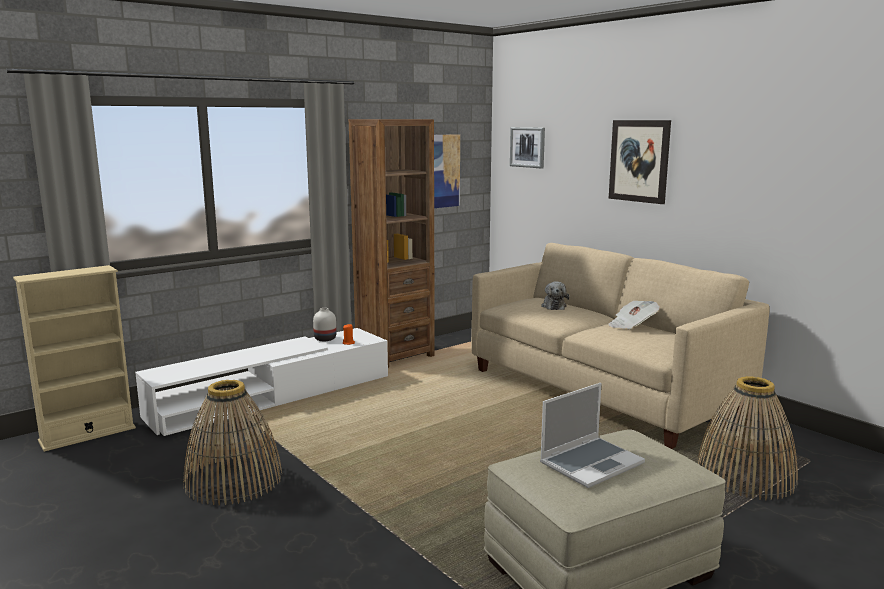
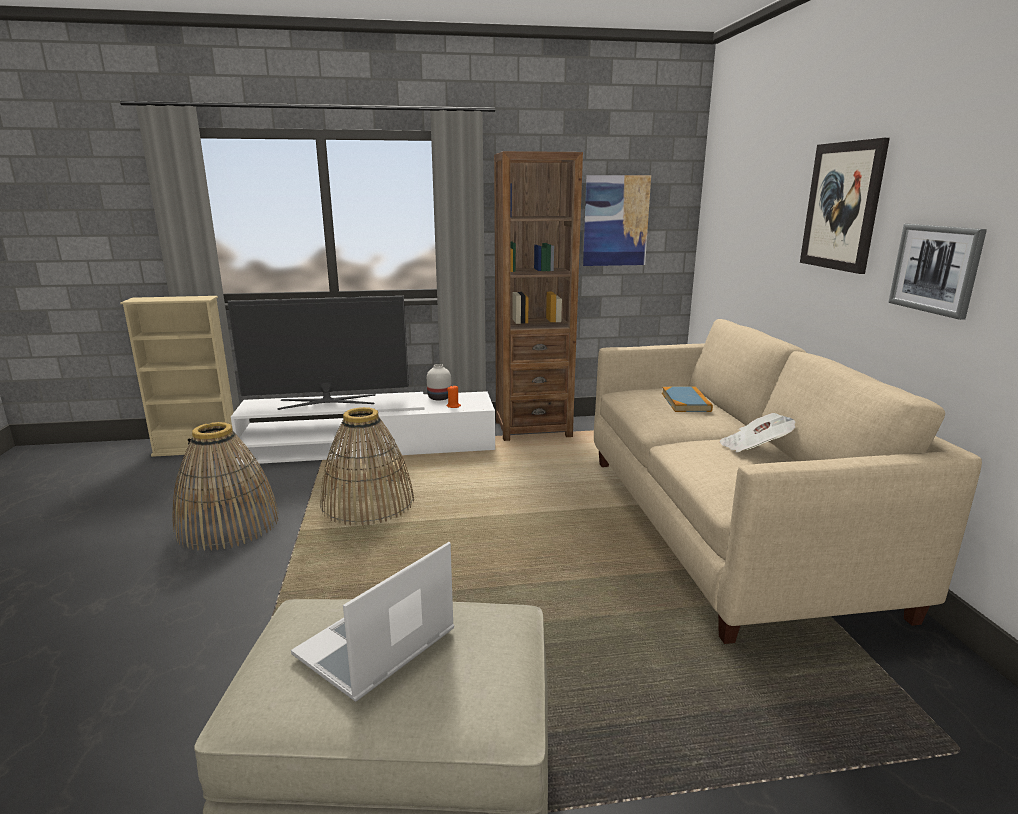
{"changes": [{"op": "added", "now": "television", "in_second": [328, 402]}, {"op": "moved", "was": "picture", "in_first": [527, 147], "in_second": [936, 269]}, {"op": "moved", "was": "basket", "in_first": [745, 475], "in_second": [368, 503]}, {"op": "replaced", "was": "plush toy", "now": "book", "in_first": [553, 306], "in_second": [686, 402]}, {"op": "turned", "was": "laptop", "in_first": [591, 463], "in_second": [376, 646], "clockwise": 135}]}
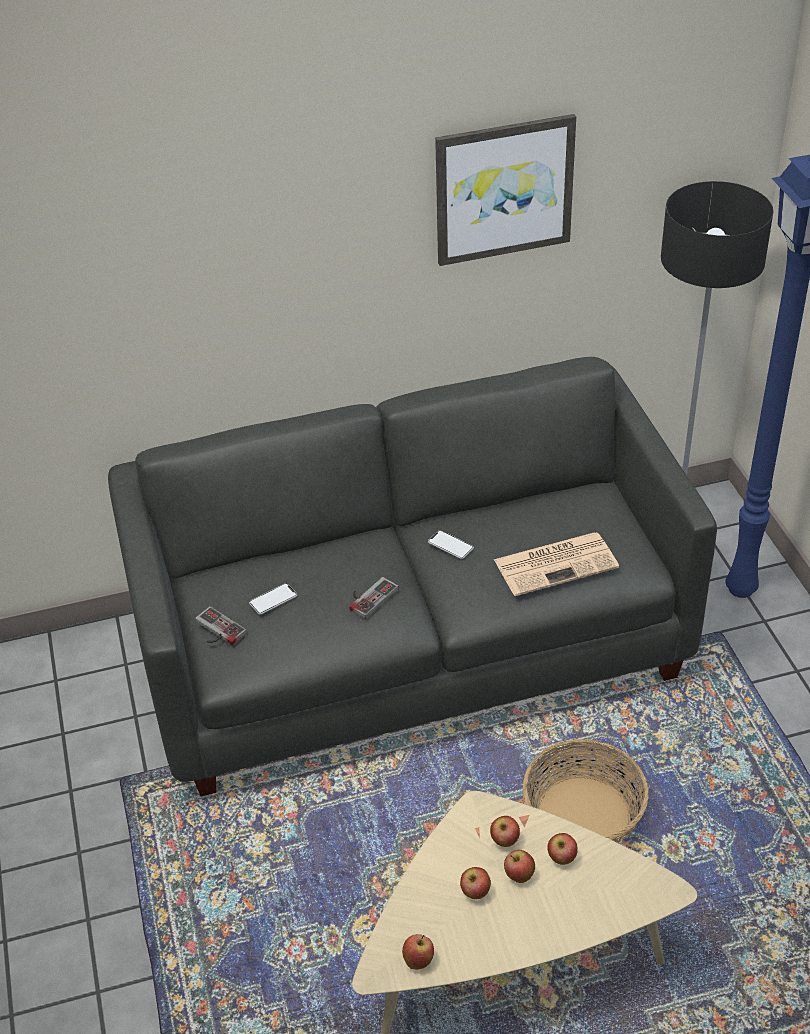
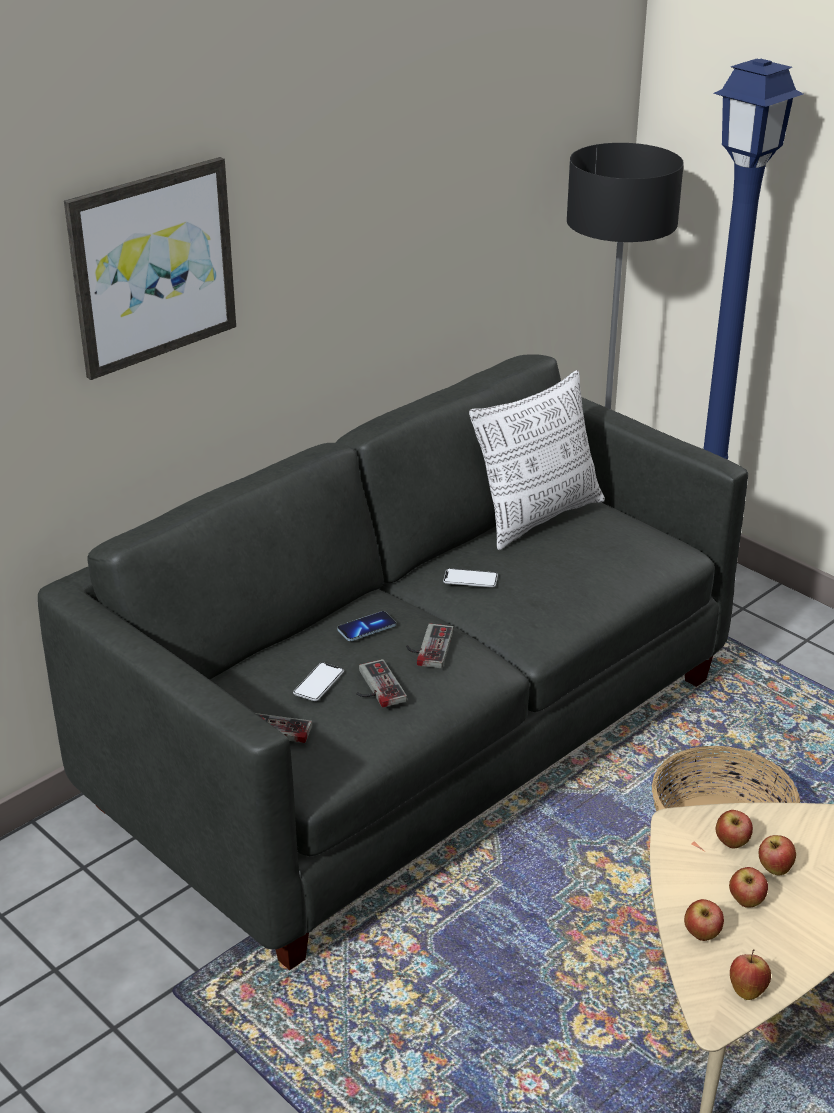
{"changes": [{"op": "removed", "was": "newspaper", "in_first": [557, 563]}, {"op": "added", "now": "phone", "in_second": [367, 628]}, {"op": "added", "now": "game controller", "in_second": [375, 687]}, {"op": "added", "now": "pillow", "in_second": [537, 517]}, {"op": "moved", "was": "picture", "in_first": [503, 189], "in_second": [151, 266]}, {"op": "moved", "was": "apple", "in_first": [561, 858], "in_second": [702, 935]}]}
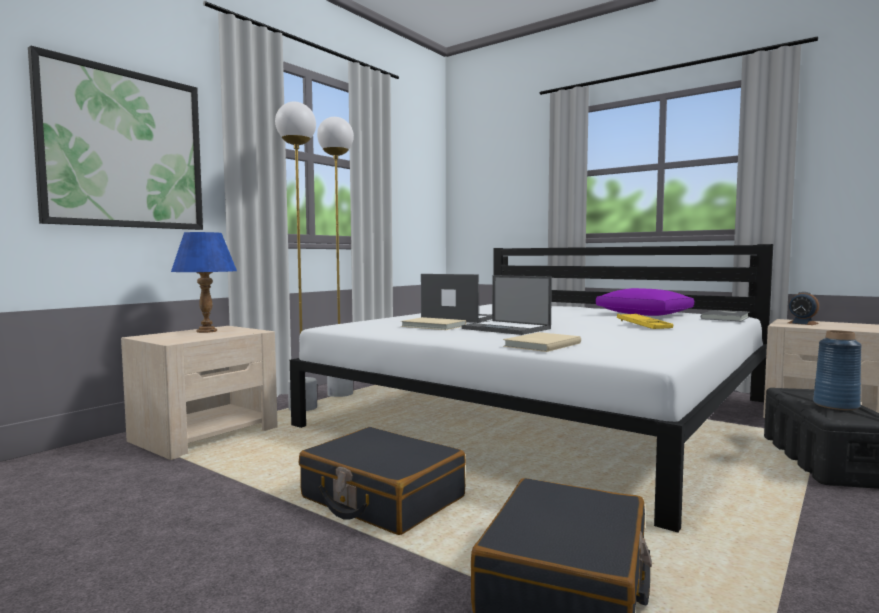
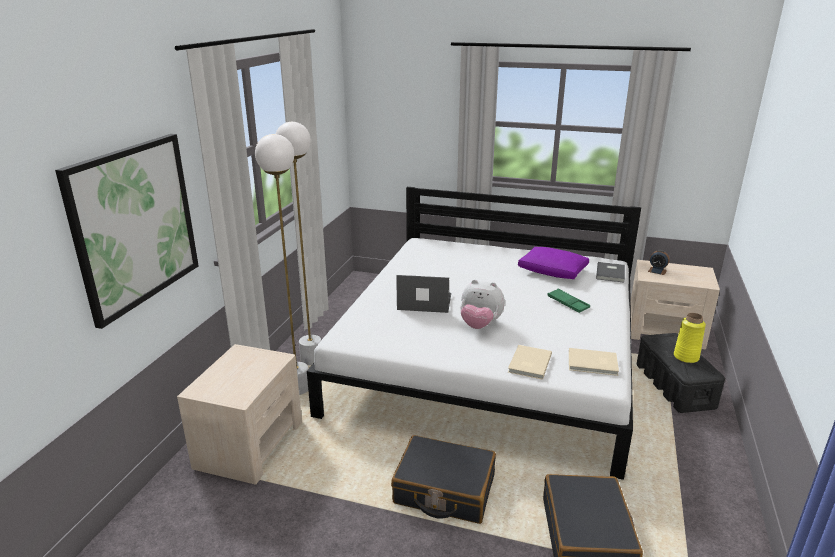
{"changes": [{"op": "removed", "was": "blue table lamp", "in_first": [207, 331]}, {"op": "moved", "was": "beige book", "in_first": [433, 326], "in_second": [593, 364]}, {"op": "replaced", "was": "laptop", "now": "plush toy", "in_first": [507, 329], "in_second": [480, 325]}, {"op": "recoloured", "was": "yellow tray", "now": "green tray", "in_first": [643, 326], "in_second": [568, 303]}, {"op": "recoloured", "was": "blue vase", "now": "yellow vase", "in_first": [836, 405], "in_second": [686, 357]}]}
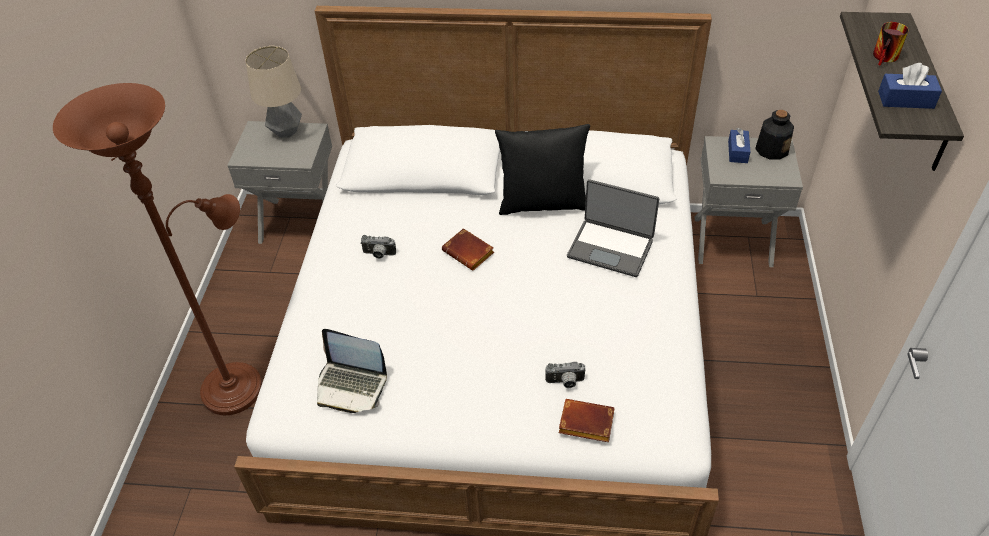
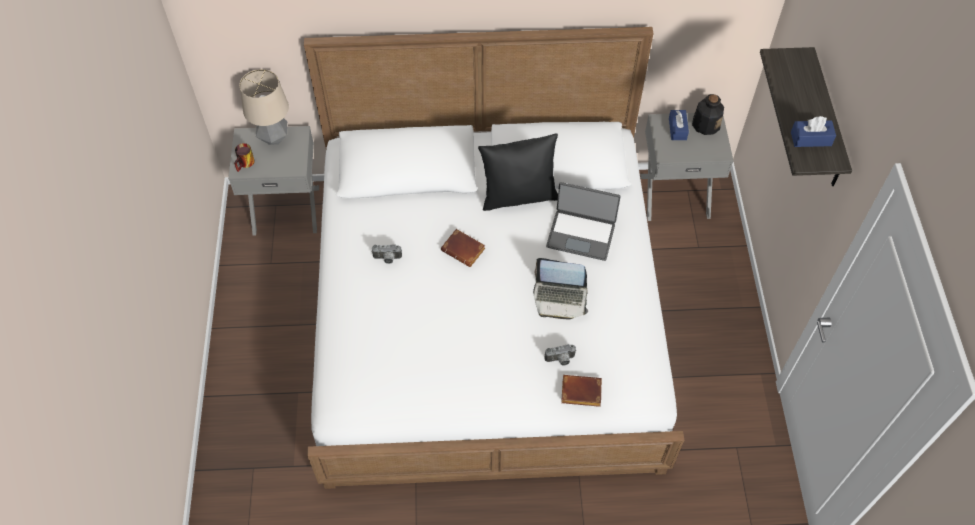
{"changes": [{"op": "removed", "was": "brown floor lamp", "in_first": [238, 384]}, {"op": "moved", "was": "laptop", "in_first": [351, 385], "in_second": [560, 298]}, {"op": "moved", "was": "mug", "in_first": [886, 58], "in_second": [246, 164]}]}
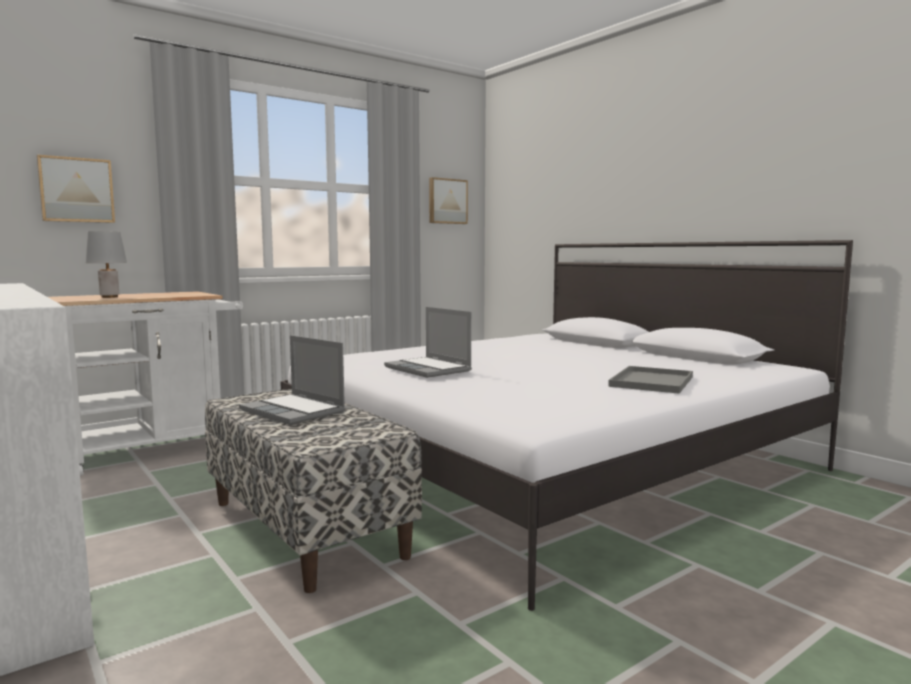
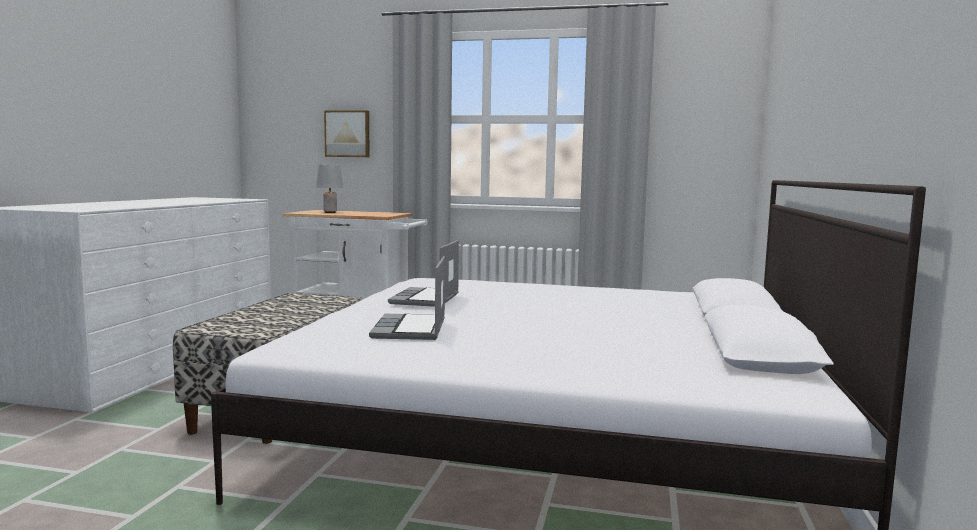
{"changes": [{"op": "removed", "was": "picture", "in_first": [447, 201]}, {"op": "removed", "was": "grey tray", "in_first": [652, 382]}, {"op": "moved", "was": "laptop", "in_first": [294, 411], "in_second": [411, 329]}]}
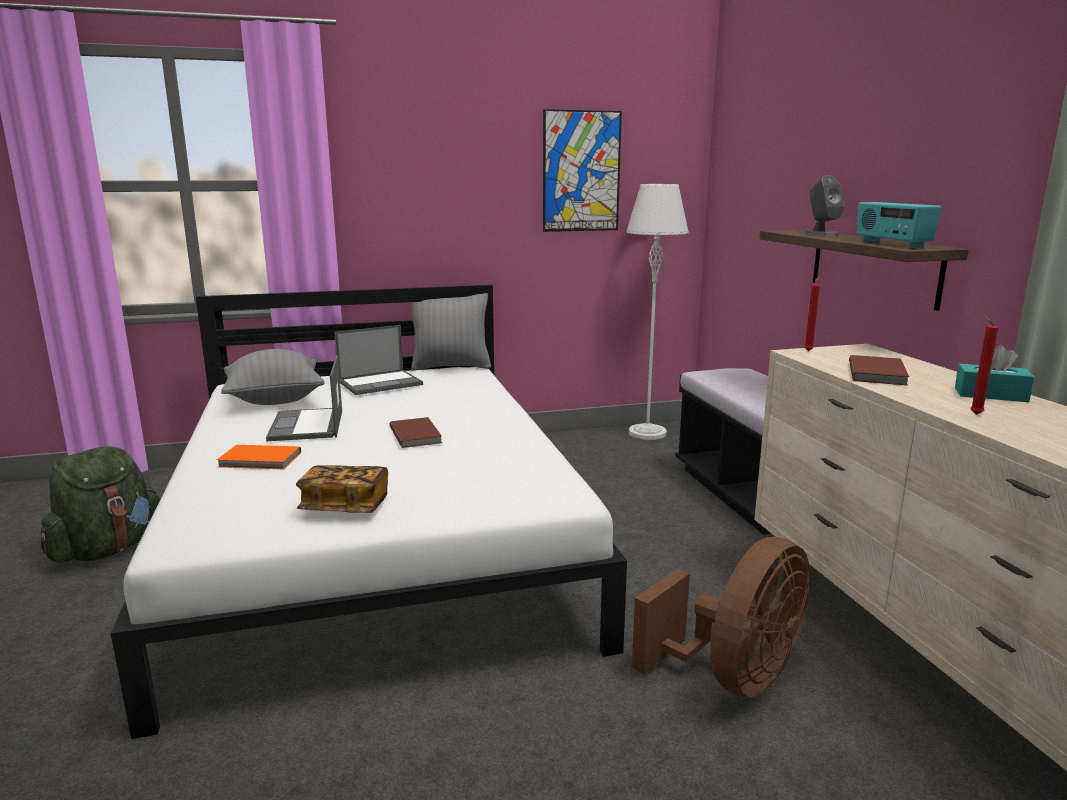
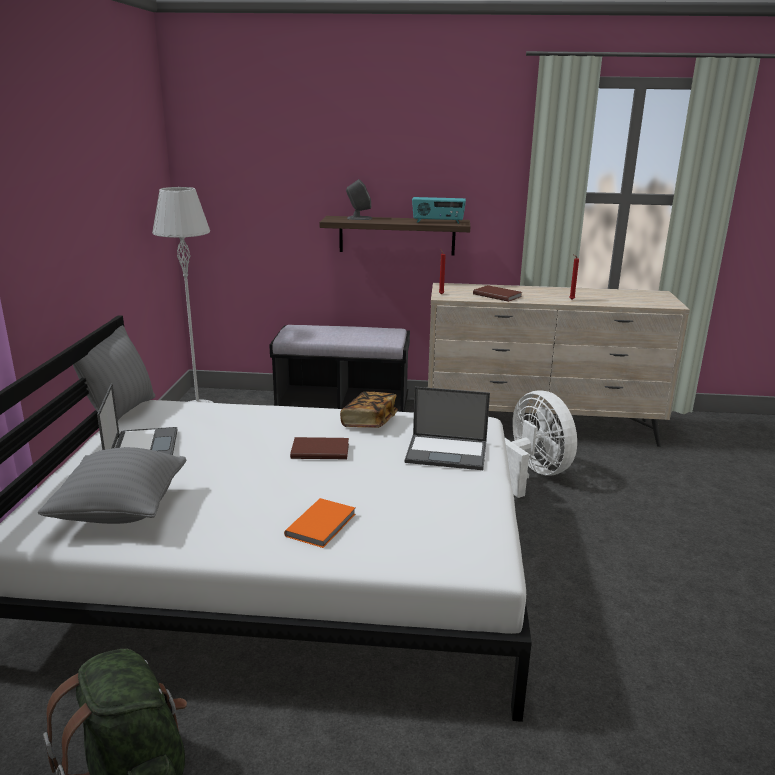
{"changes": [{"op": "removed", "was": "picture", "in_first": [581, 171]}, {"op": "removed", "was": "turquoise tissue box", "in_first": [990, 395]}, {"op": "moved", "was": "laptop", "in_first": [307, 425], "in_second": [447, 452]}, {"op": "moved", "was": "book", "in_first": [345, 507], "in_second": [369, 422]}, {"op": "recoloured", "was": "brown fan", "now": "white fan", "in_first": [733, 677], "in_second": [532, 474]}]}
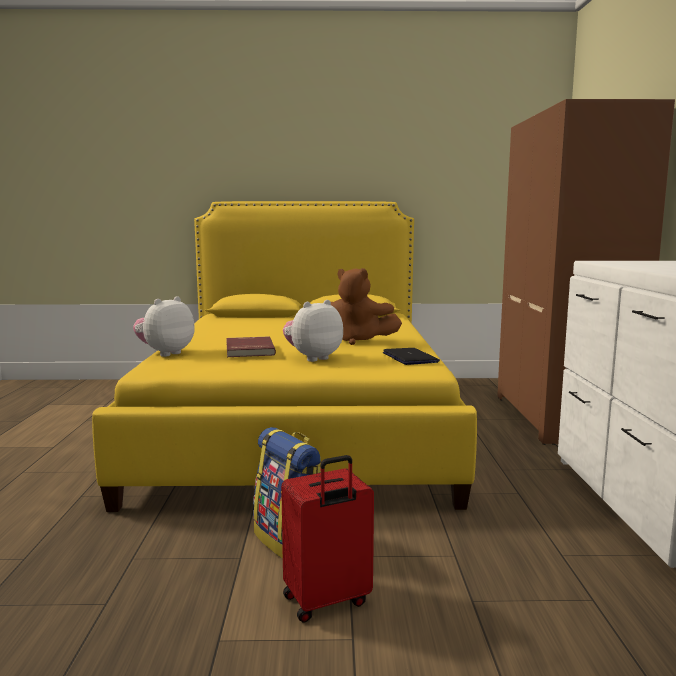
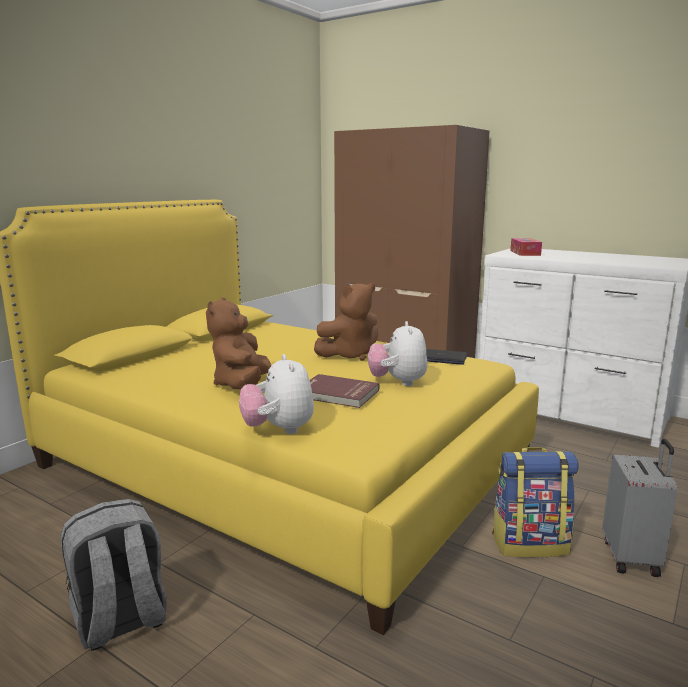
{"changes": [{"op": "added", "now": "grey backpack", "in_second": [120, 621]}, {"op": "added", "now": "brown plush toy", "in_second": [241, 385]}, {"op": "added", "now": "tissue box", "in_second": [525, 253]}, {"op": "recoloured", "was": "red suitcase", "now": "grey suitcase", "in_first": [327, 601], "in_second": [632, 558]}]}
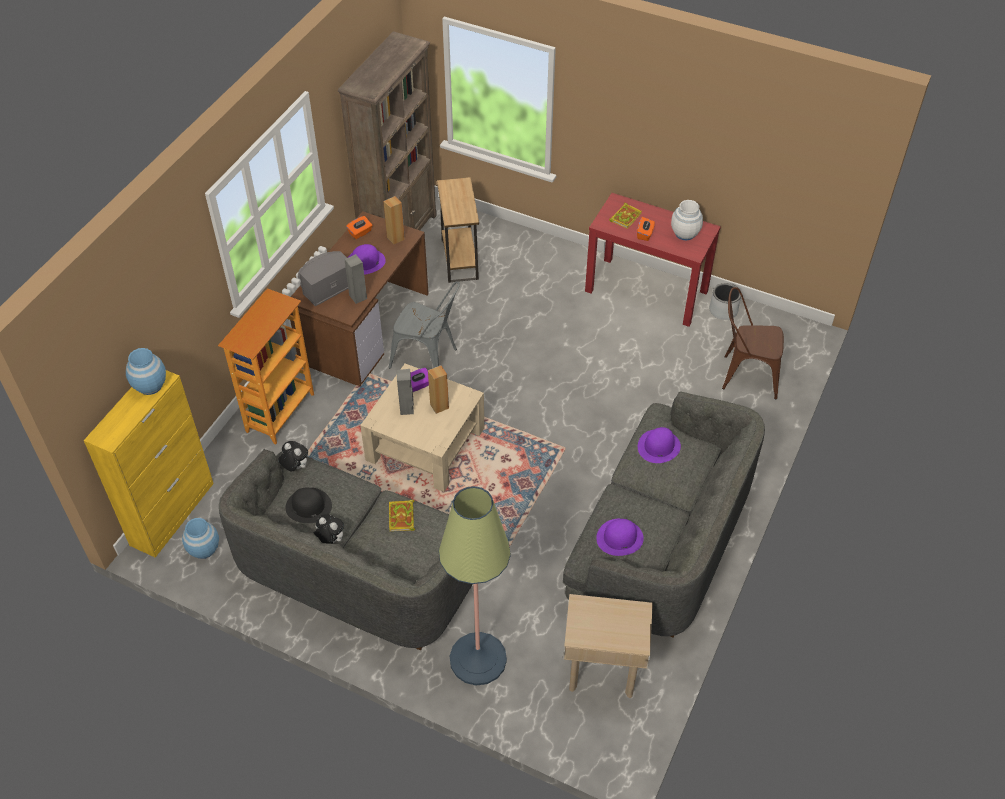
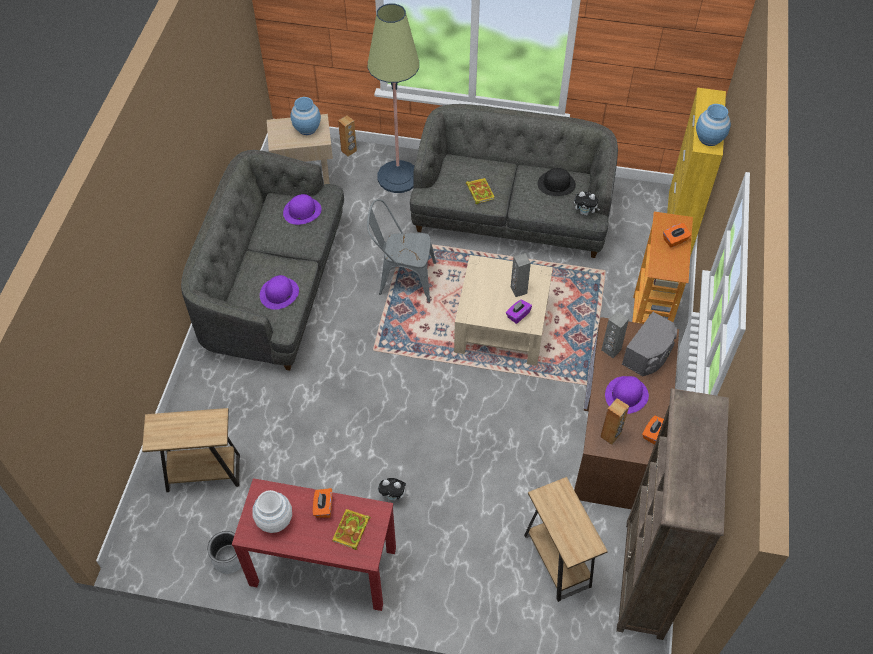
{"changes": [{"op": "added", "now": "orange tissue box", "in_second": [675, 240]}, {"op": "moved", "was": "blue vase", "in_first": [204, 549], "in_second": [307, 128]}, {"op": "moved", "was": "plush toy", "in_first": [330, 541], "in_second": [393, 496]}, {"op": "moved", "was": "grey chair", "in_first": [429, 358], "in_second": [402, 279]}, {"op": "moved", "was": "brown speaker", "in_first": [439, 406], "in_second": [349, 151]}, {"op": "replaced", "was": "brown chair", "now": "brown side table", "in_first": [744, 374], "in_second": [203, 473]}]}
